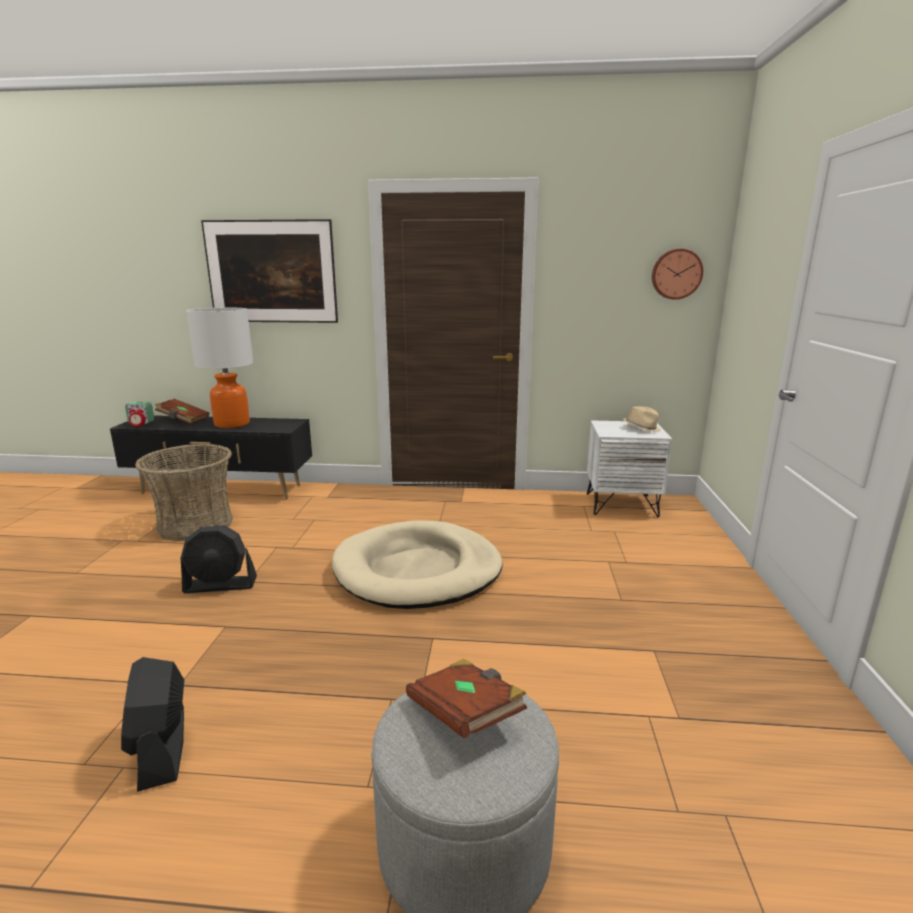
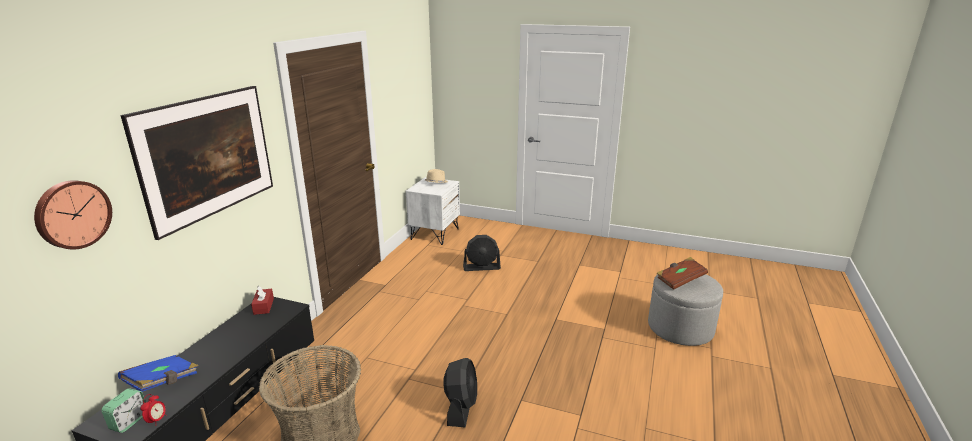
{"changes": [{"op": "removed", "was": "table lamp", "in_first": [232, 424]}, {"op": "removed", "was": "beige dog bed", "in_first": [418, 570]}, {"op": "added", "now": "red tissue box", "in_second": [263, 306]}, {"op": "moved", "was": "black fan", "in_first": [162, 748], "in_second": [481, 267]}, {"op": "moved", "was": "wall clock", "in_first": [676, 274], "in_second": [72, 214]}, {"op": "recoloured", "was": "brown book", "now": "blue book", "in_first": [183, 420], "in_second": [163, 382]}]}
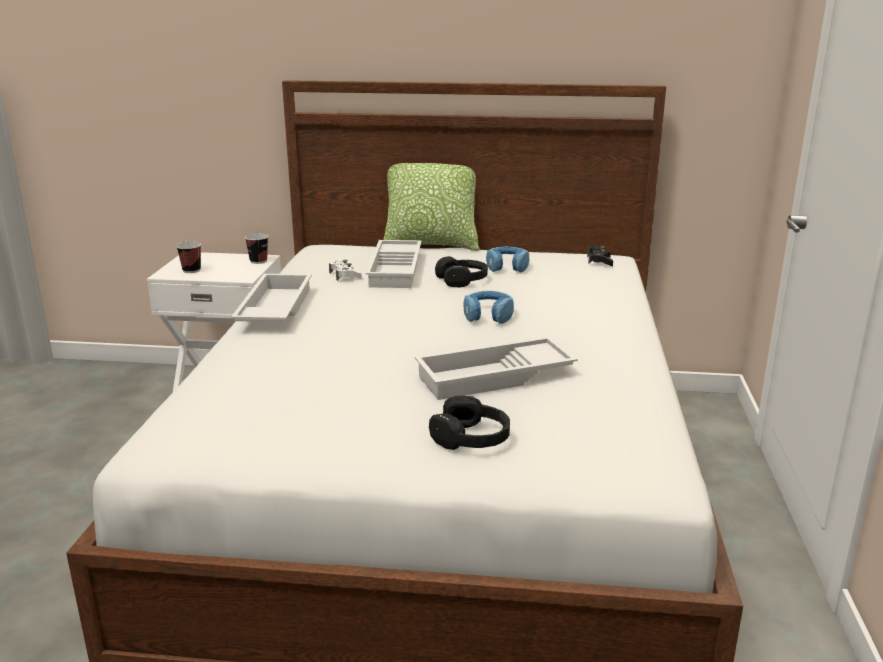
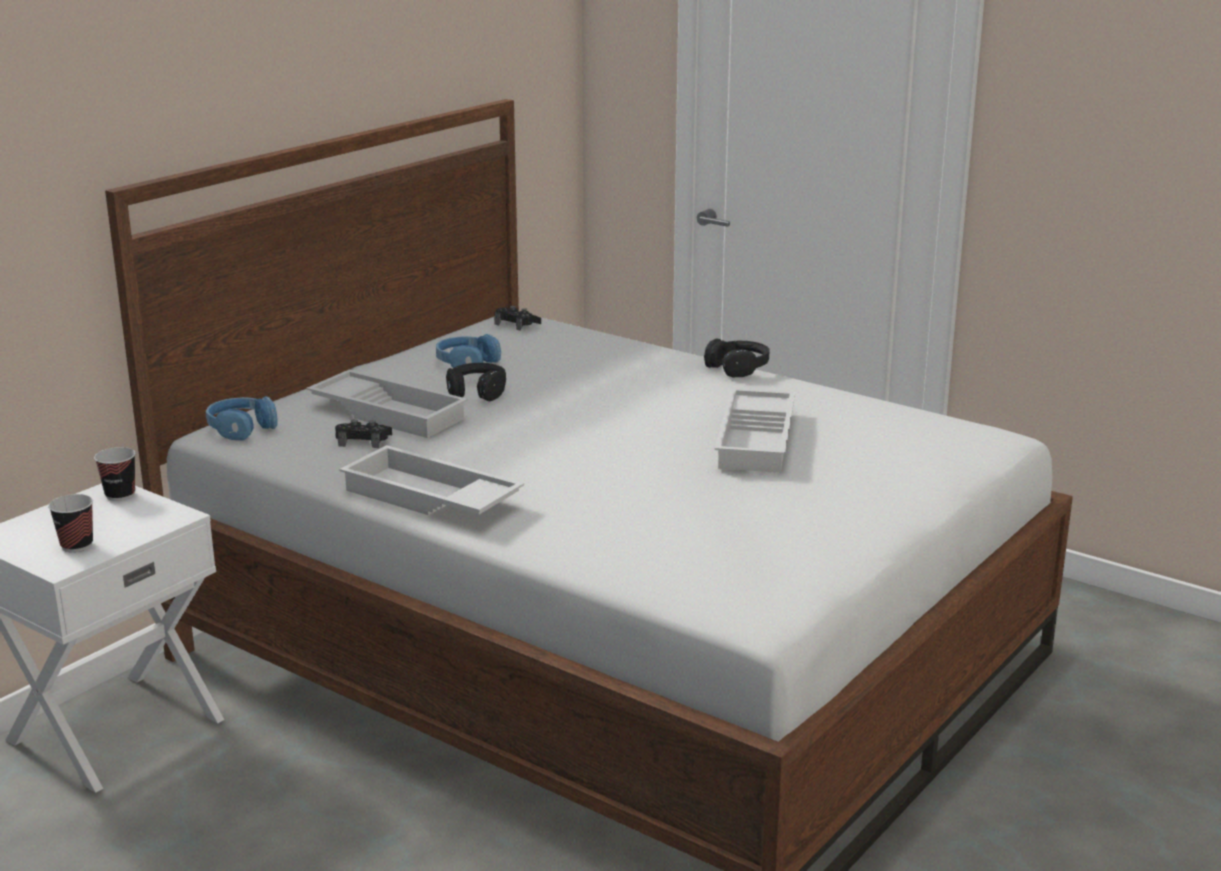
{"changes": [{"op": "removed", "was": "pillow", "in_first": [431, 245]}, {"op": "moved", "was": "black headphones", "in_first": [471, 439], "in_second": [738, 367]}, {"op": "moved", "was": "blue headphones", "in_first": [488, 315], "in_second": [241, 428]}, {"op": "recoloured", "was": "white game controller", "now": "black game controller", "in_first": [345, 275], "in_second": [363, 441]}]}
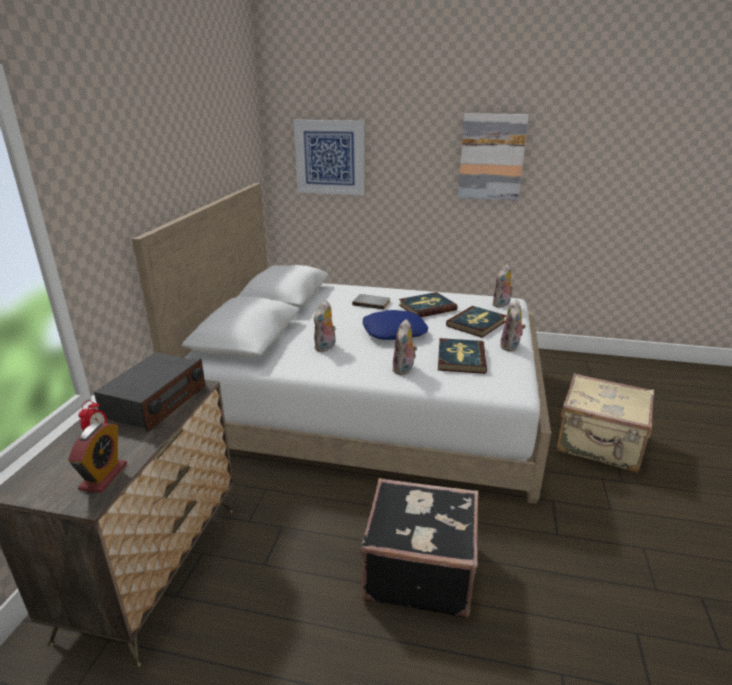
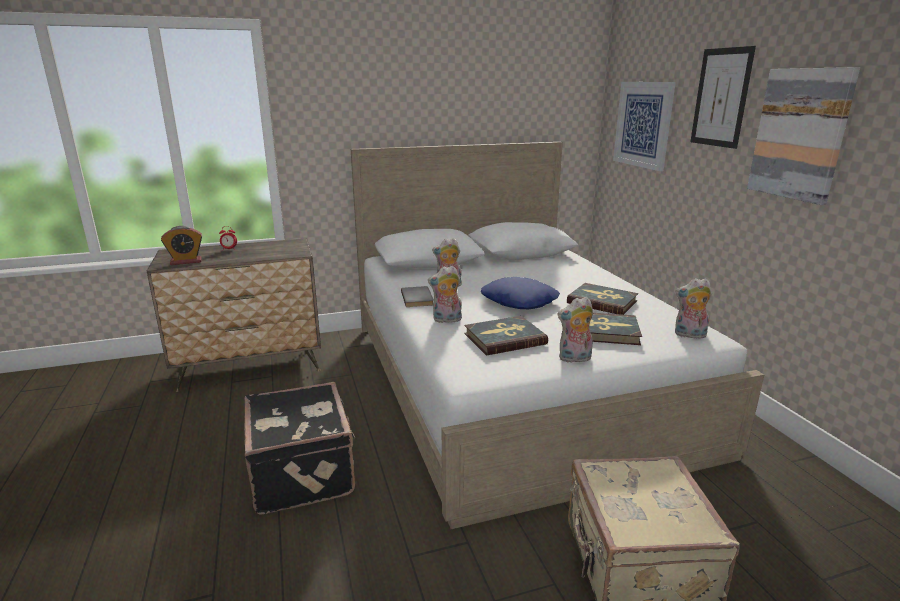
{"changes": [{"op": "removed", "was": "radio", "in_first": [156, 401]}, {"op": "added", "now": "picture", "in_second": [721, 97]}, {"op": "moved", "was": "grey book", "in_first": [372, 303], "in_second": [418, 298]}]}
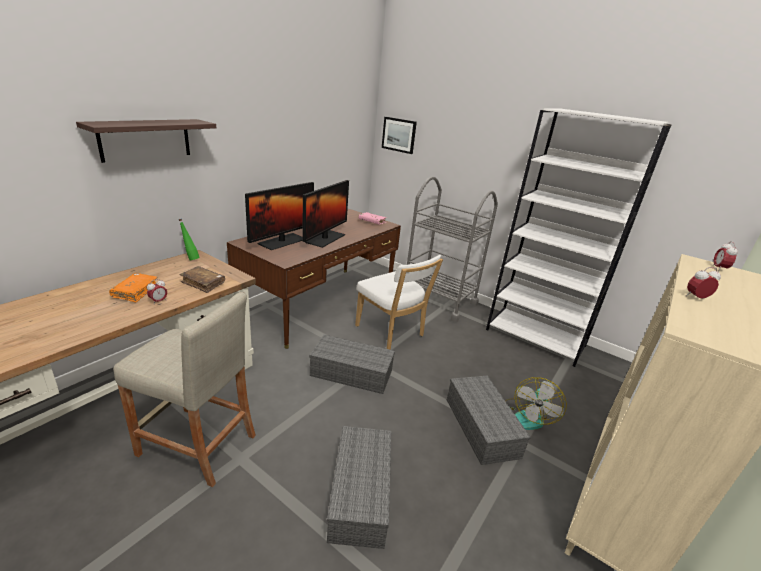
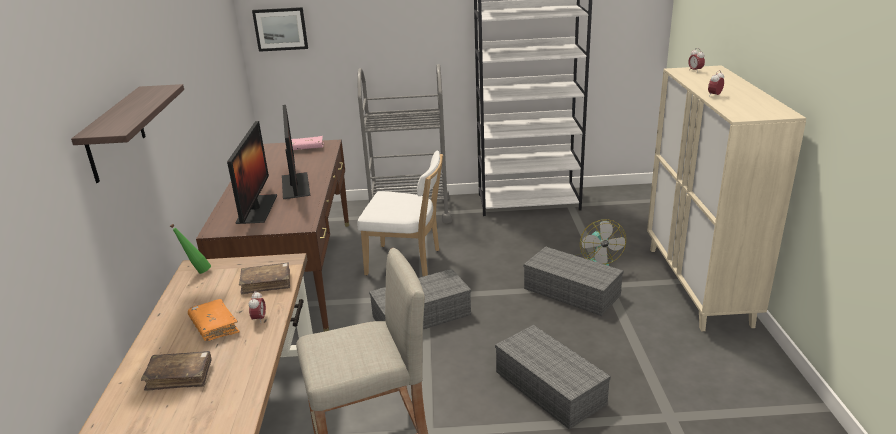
{"changes": [{"op": "added", "now": "brown book", "in_second": [180, 376]}]}
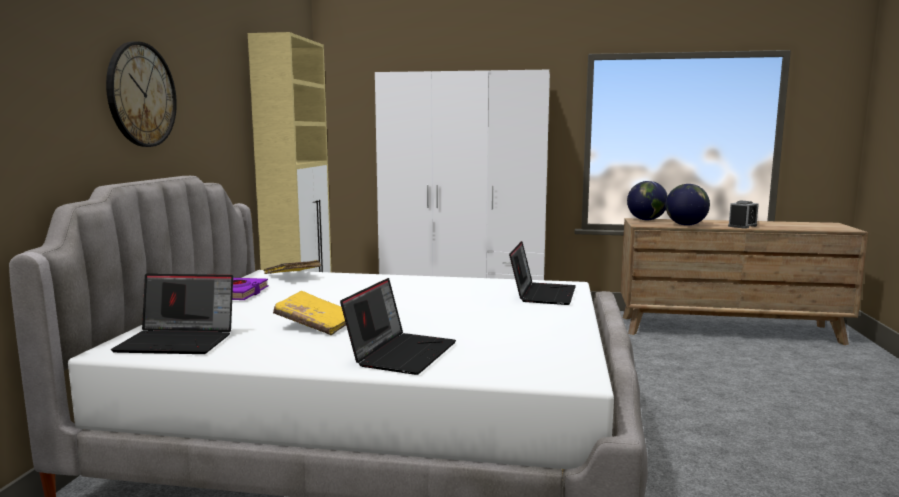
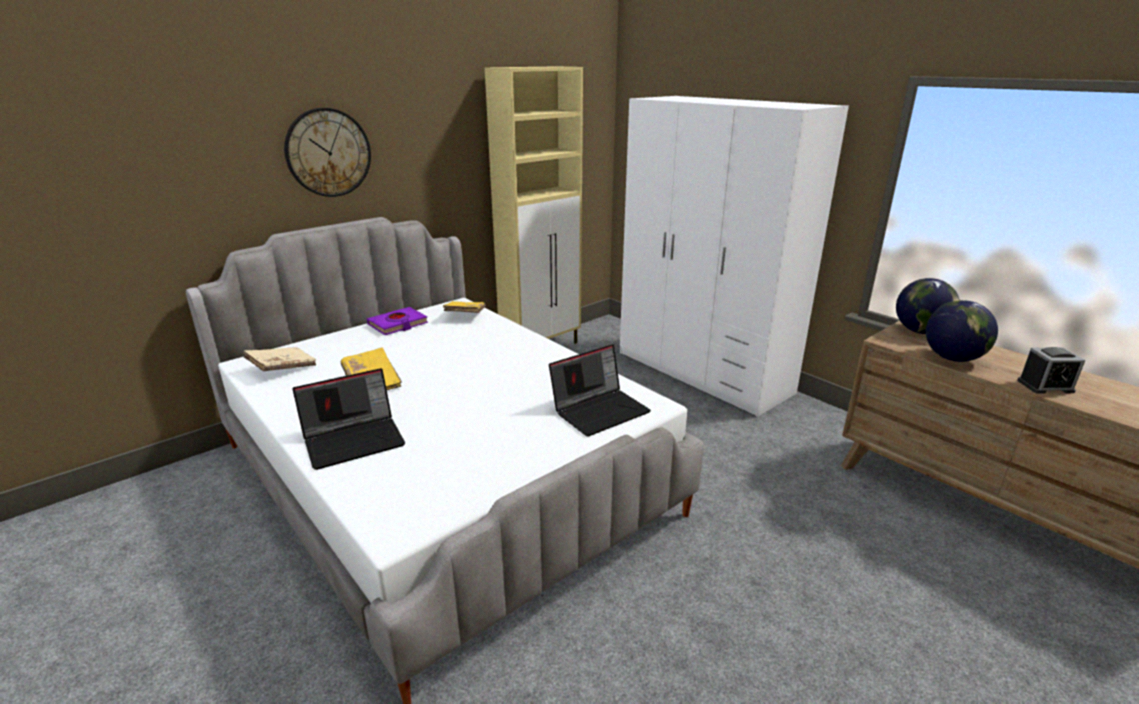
{"changes": [{"op": "replaced", "was": "laptop", "now": "beige book", "in_first": [179, 341], "in_second": [282, 368]}]}
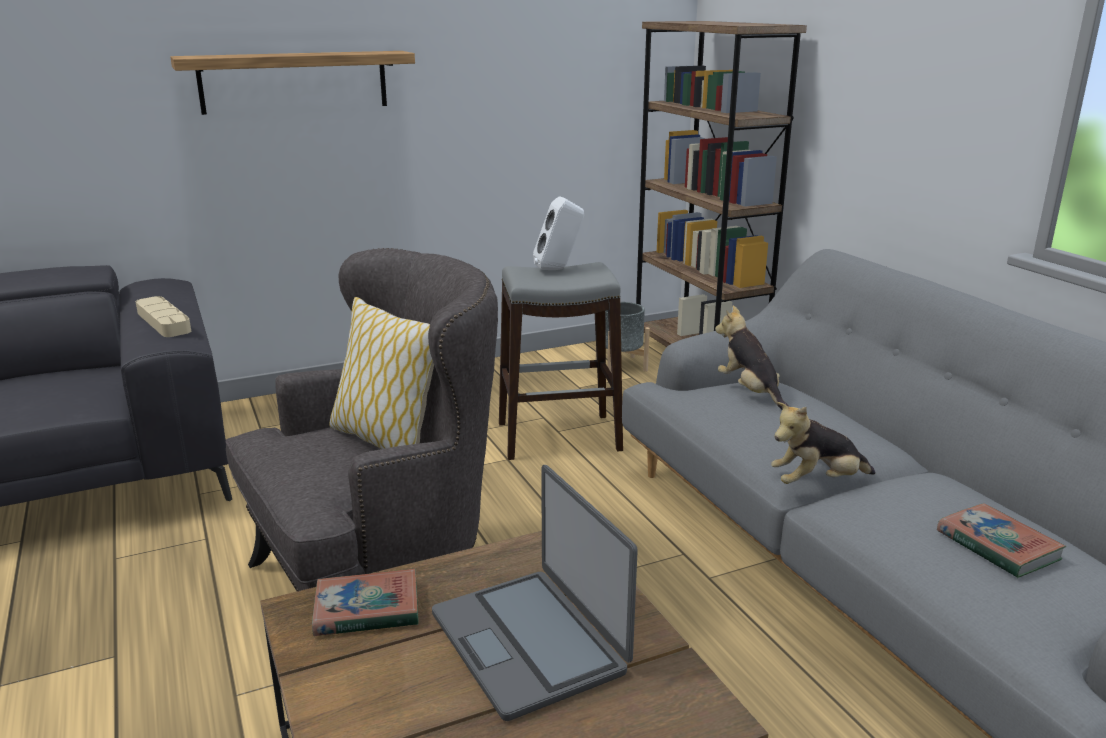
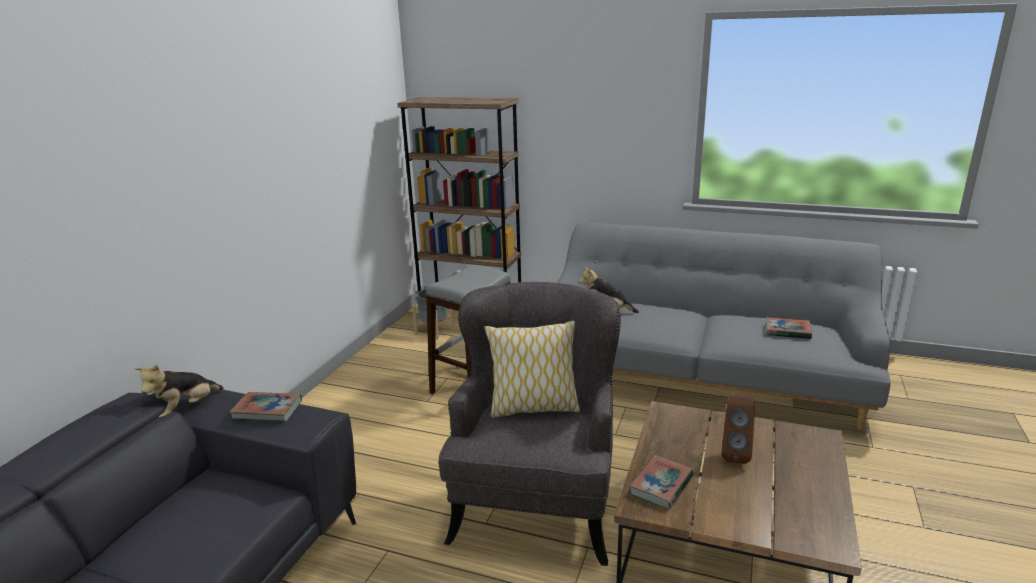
{"changes": [{"op": "removed", "was": "shelf", "in_first": [294, 81]}, {"op": "removed", "was": "white speaker", "in_first": [558, 269]}, {"op": "moved", "was": "plush toy", "in_first": [817, 482], "in_second": [185, 410]}, {"op": "replaced", "was": "beige tray", "now": "book", "in_first": [163, 322], "in_second": [267, 410]}, {"op": "replaced", "was": "laptop", "now": "brown speaker", "in_first": [530, 642], "in_second": [734, 453]}]}
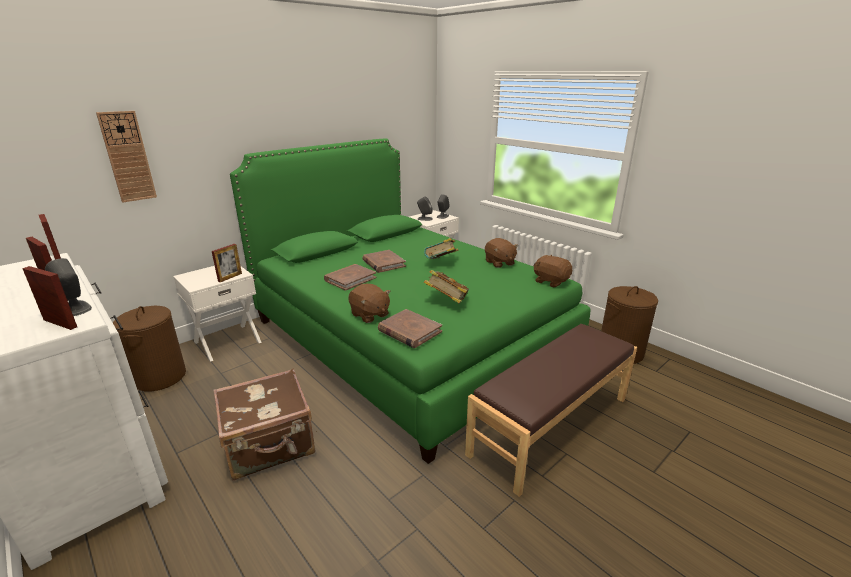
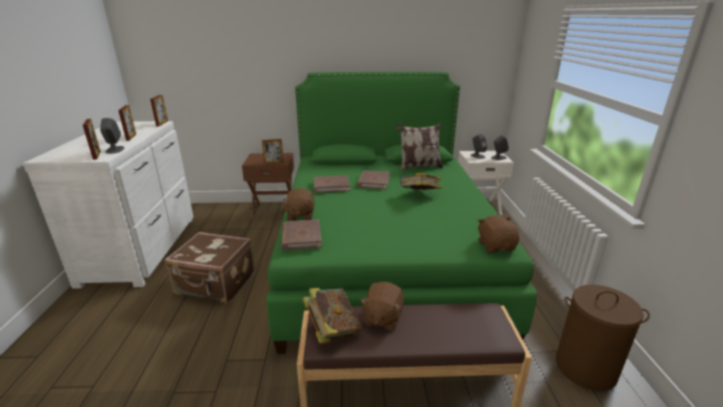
{"changes": [{"op": "removed", "was": "wall clock", "in_first": [127, 157]}, {"op": "removed", "was": "brown laundry basket", "in_first": [160, 377]}, {"op": "added", "now": "pillow", "in_second": [418, 167]}, {"op": "moved", "was": "book", "in_first": [446, 302], "in_second": [332, 330]}, {"op": "moved", "was": "brown plush toy", "in_first": [499, 263], "in_second": [382, 318]}, {"op": "recoloured", "was": "white nightstand", "now": "brown nightstand", "in_first": [227, 341], "in_second": [274, 210]}]}
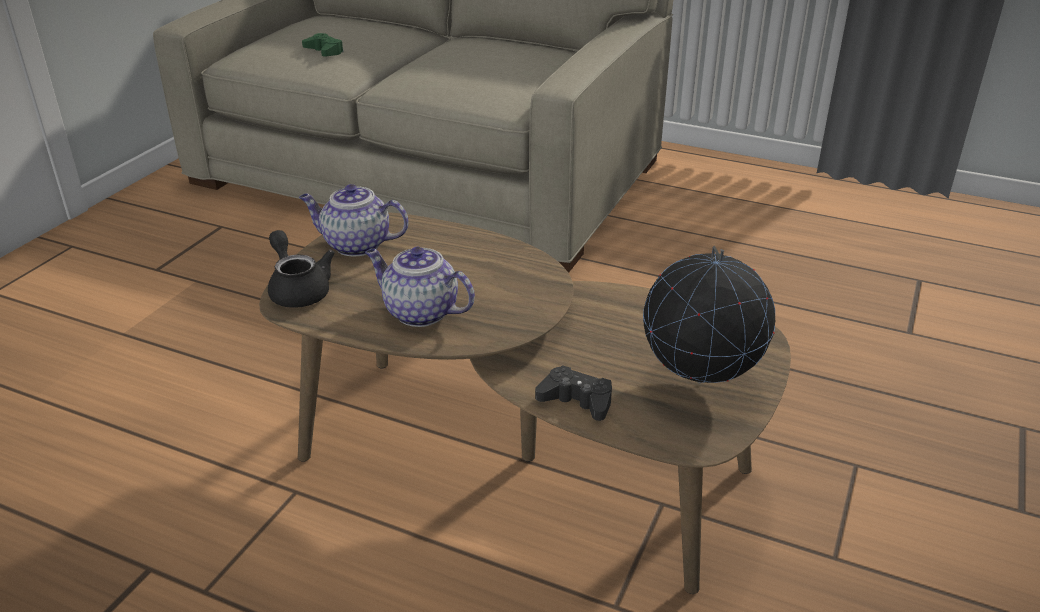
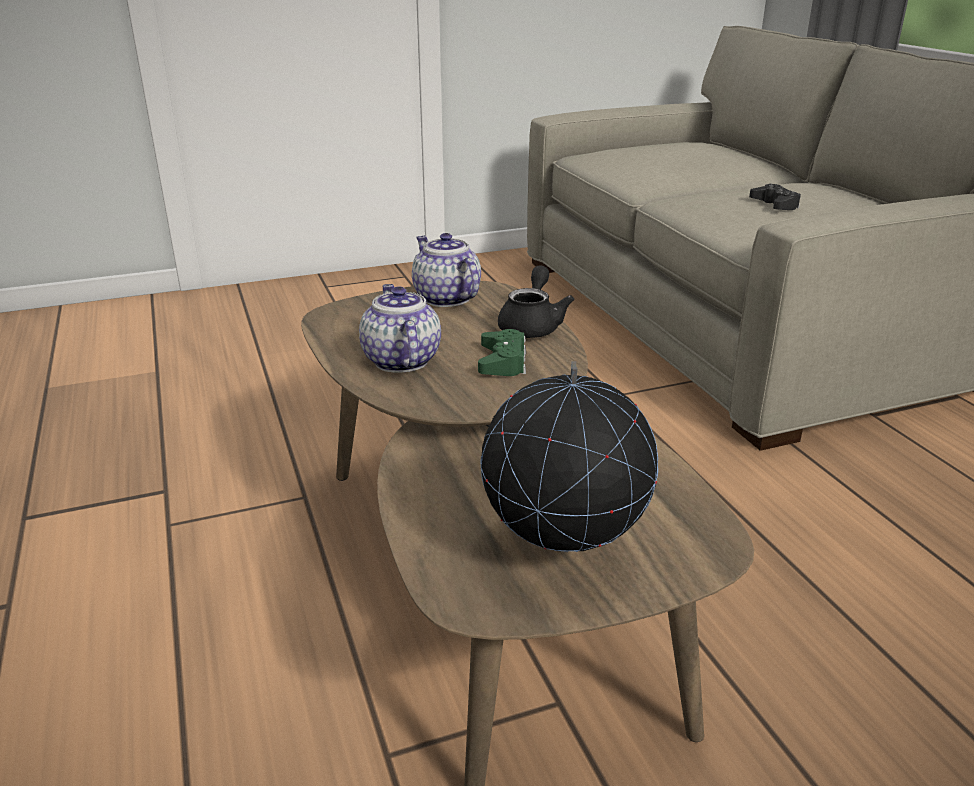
{"changes": [{"op": "moved", "was": "black teapot", "in_first": [298, 289], "in_second": [532, 325]}, {"op": "moved", "was": "green game controller", "in_first": [324, 51], "in_second": [502, 361]}, {"op": "moved", "was": "black game controller", "in_first": [577, 400], "in_second": [775, 204]}]}
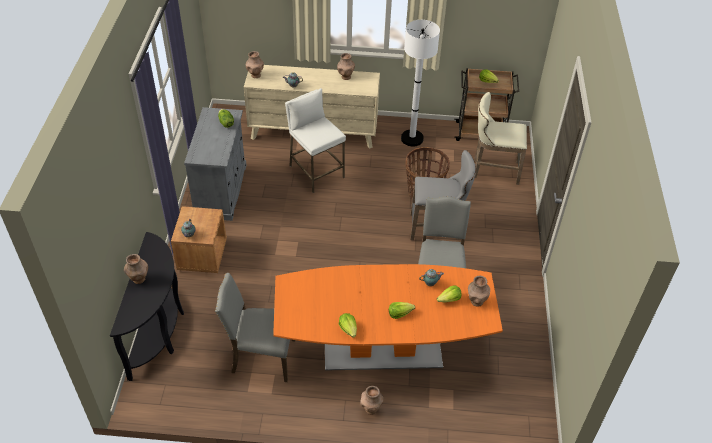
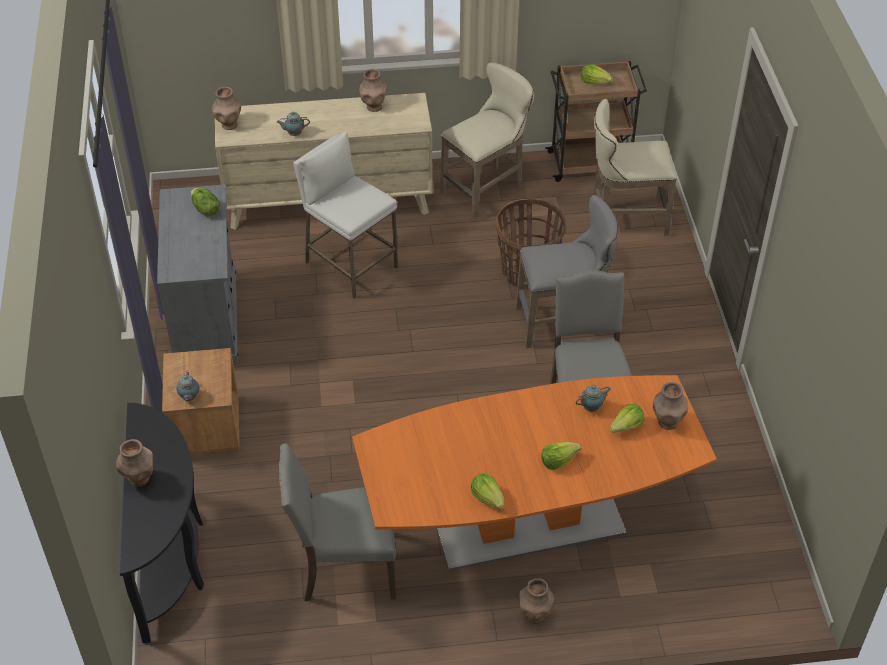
{"changes": [{"op": "replaced", "was": "white floor lamp", "now": "beige stool", "in_first": [412, 139], "in_second": [487, 189]}]}
